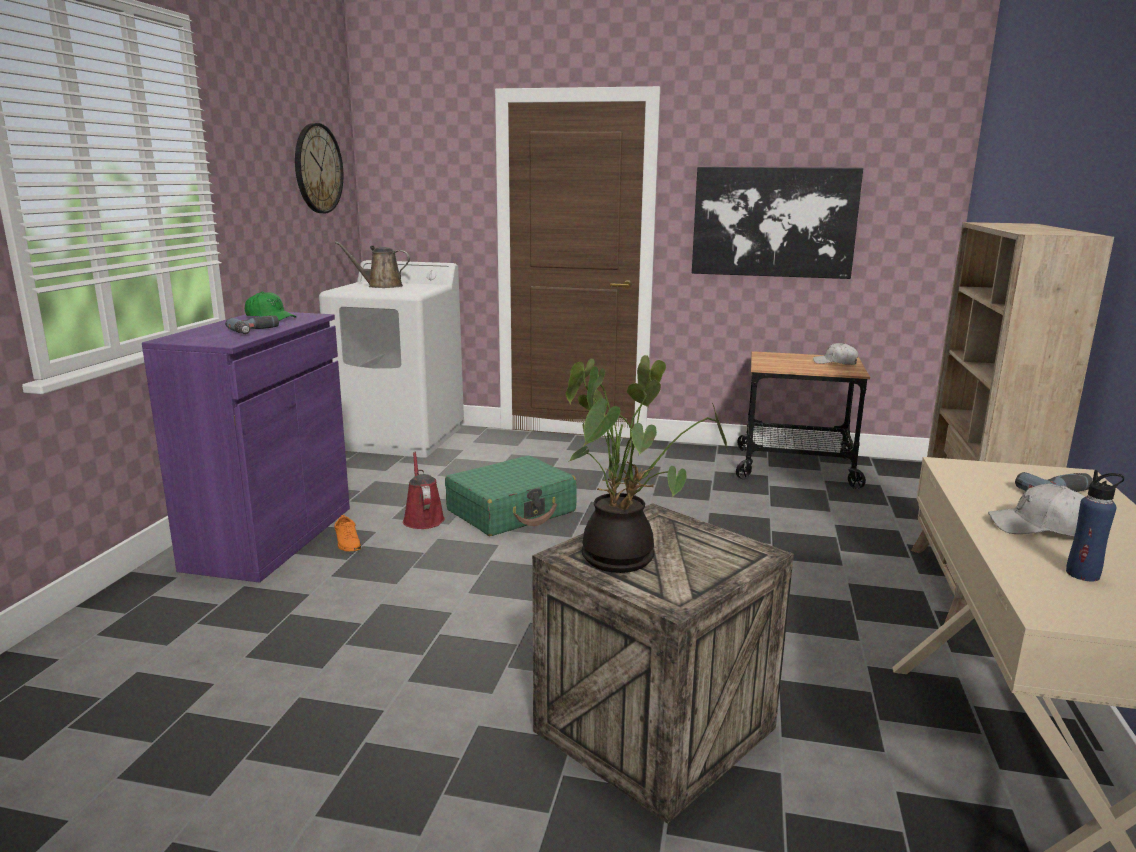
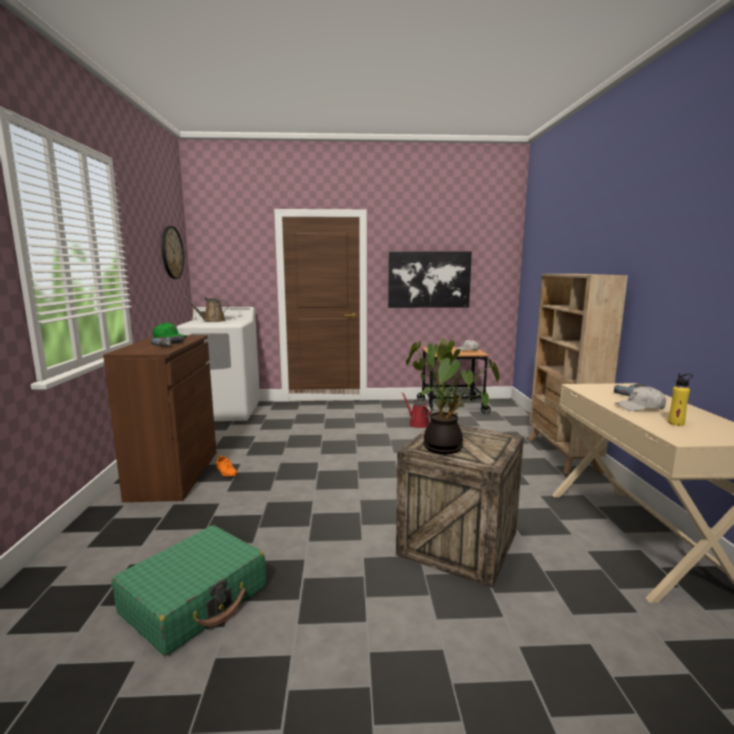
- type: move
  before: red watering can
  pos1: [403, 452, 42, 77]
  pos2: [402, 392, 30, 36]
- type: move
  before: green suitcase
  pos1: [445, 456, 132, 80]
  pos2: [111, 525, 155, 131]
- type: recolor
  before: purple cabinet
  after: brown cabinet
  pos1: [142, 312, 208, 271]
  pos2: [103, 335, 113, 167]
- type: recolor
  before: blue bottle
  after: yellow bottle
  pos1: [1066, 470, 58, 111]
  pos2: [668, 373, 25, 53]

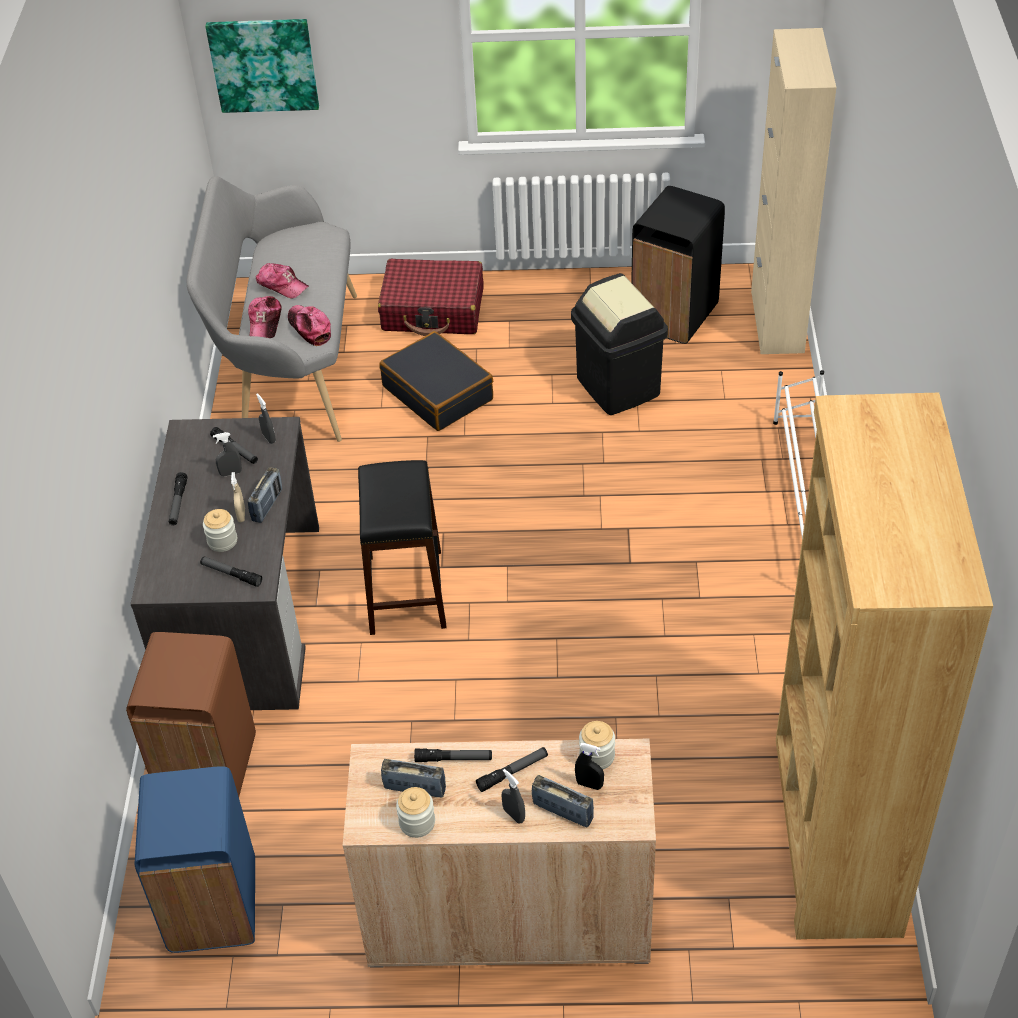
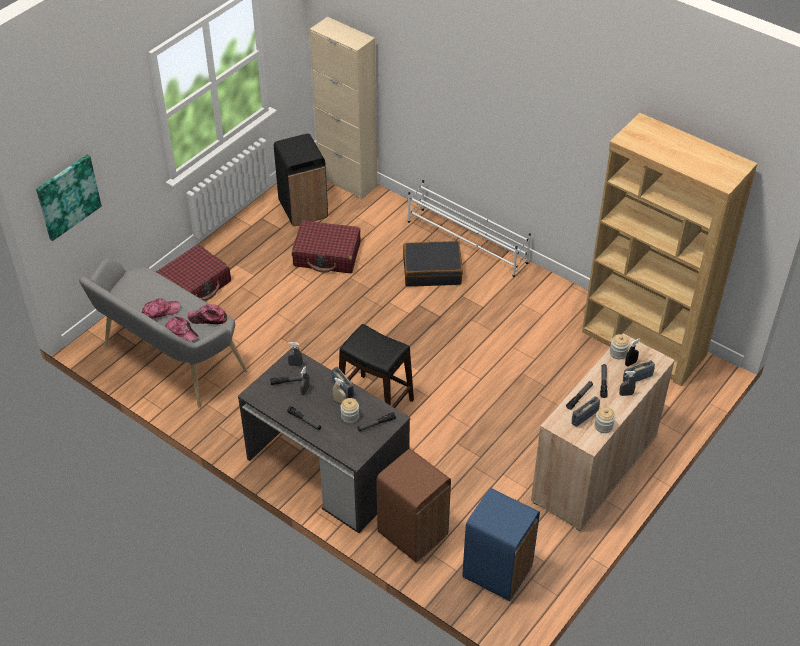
- type: move
  before: black suitcase
  pos1: [380, 331, 113, 100]
  pos2: [403, 241, 60, 46]
- type: replace
  before: black trash can
  after: red suitcase
  pos1: [571, 273, 97, 142]
  pos2: [292, 220, 69, 53]

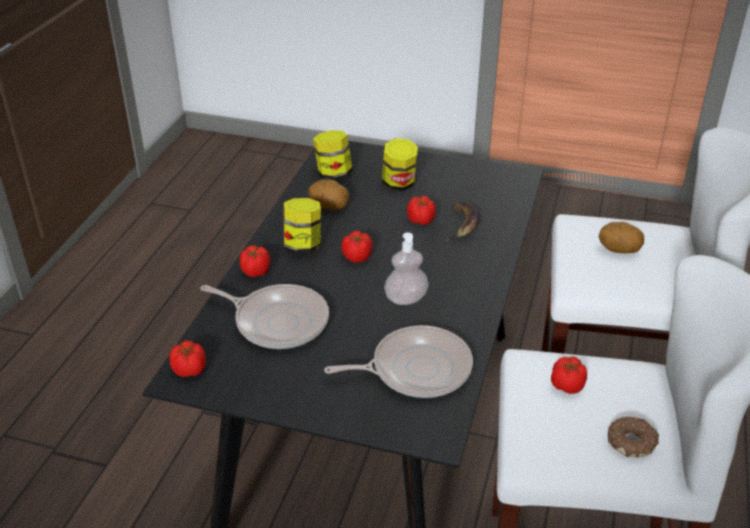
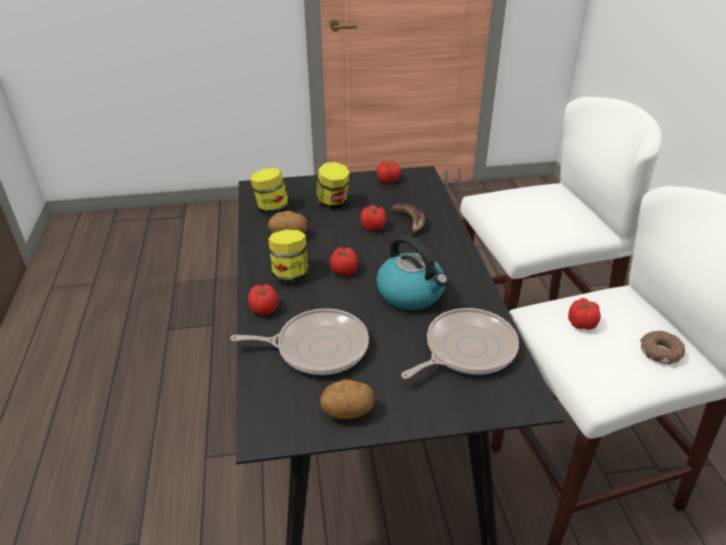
- type: move
  before: tomato
  pos1: [169, 340, 37, 37]
  pos2: [377, 161, 24, 22]
- type: move
  before: potato
  pos1: [599, 222, 45, 31]
  pos2: [320, 379, 55, 40]
- type: replace
  before: soap dispenser
  after: kettle
  pos1: [384, 233, 45, 72]
  pos2: [376, 235, 72, 75]

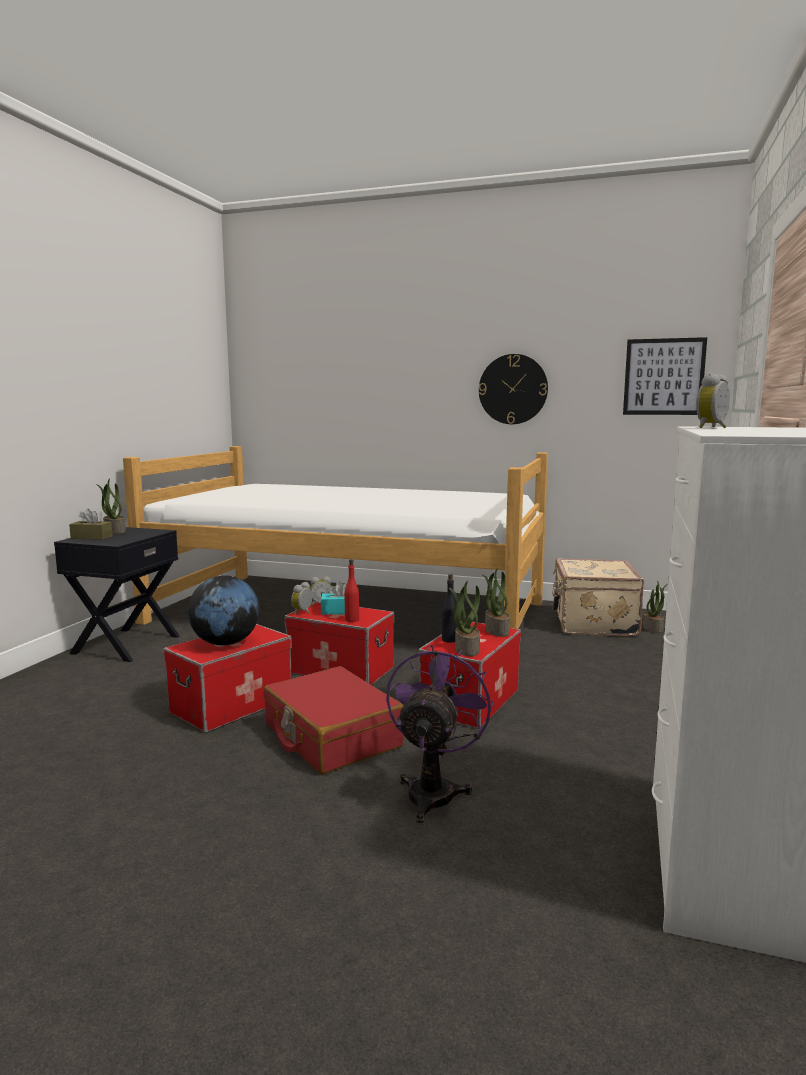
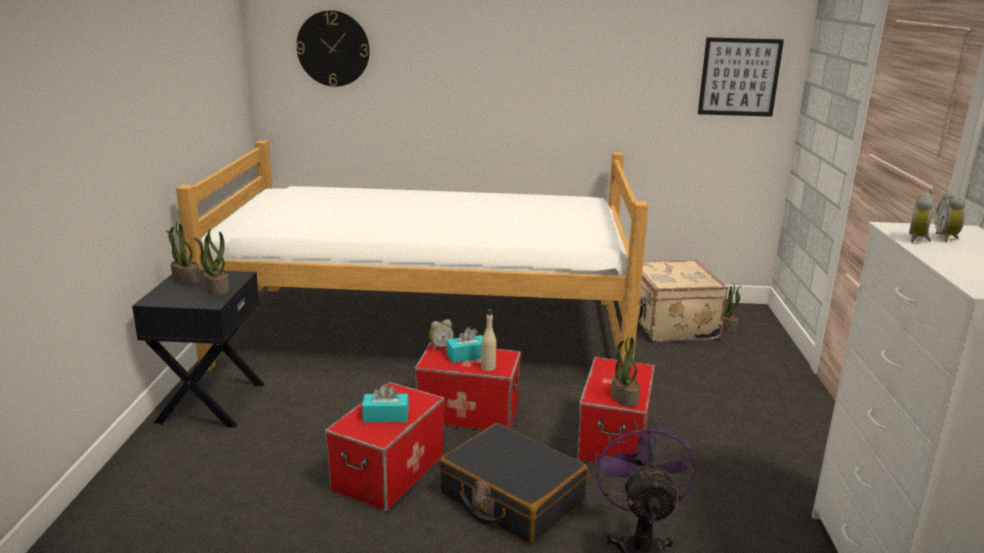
- type: delete
  before: brown tissue box
  pos1: [69, 509, 44, 31]
- type: delete
  before: black bottle
  pos1: [442, 574, 15, 69]
- type: move
  before: alarm clock
  pos1: [291, 582, 21, 33]
  pos2: [935, 191, 31, 51]
- type: move
  before: wall clock
  pos1: [479, 354, 69, 70]
  pos2: [296, 10, 74, 77]
- type: move
  before: potted plant
  pos1: [482, 567, 28, 70]
  pos2: [193, 229, 37, 67]
- type: replace
  before: globe
  after: turquoise tissue box
  pos1: [188, 575, 71, 71]
  pos2: [362, 384, 47, 38]
- type: recolor
  before: red suitcase
  after: black suitcase
  pos1: [263, 666, 141, 108]
  pos2: [439, 423, 149, 122]
- type: recolor
  before: red bottle
  after: beige bottle
  pos1: [345, 559, 14, 63]
  pos2: [481, 309, 16, 62]

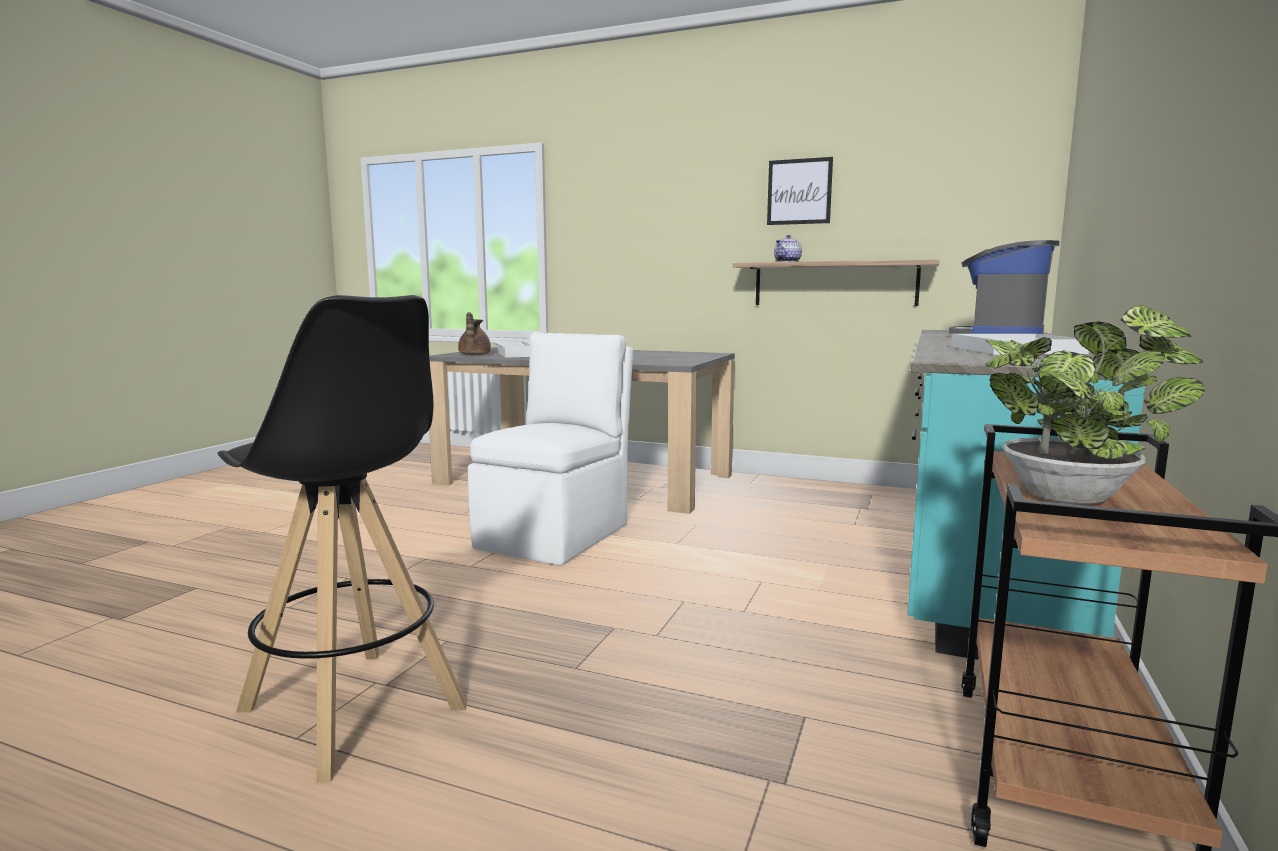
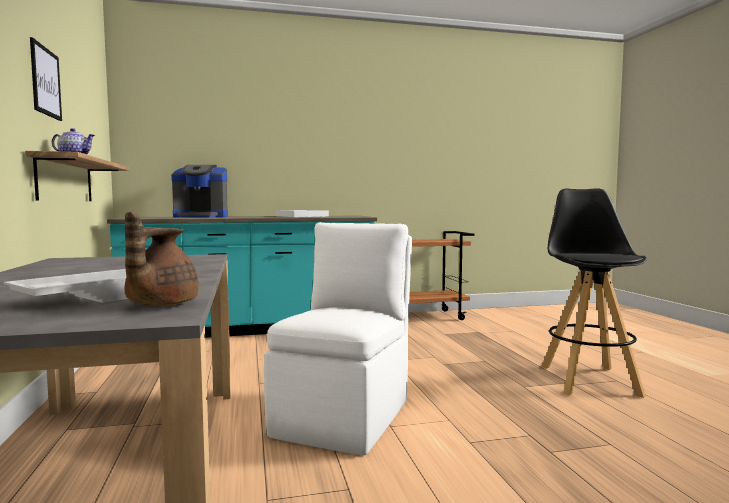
- type: delete
  before: potted plant
  pos1: [985, 305, 220, 199]
- type: rotate
  before: brown teapot
  pos1: [458, 312, 33, 43]
  pos2: [124, 212, 75, 94]
  turn: 135
- type: rotate
  before: white chair
  pos1: [468, 332, 165, 233]
  pos2: [264, 222, 148, 233]
  turn: 120

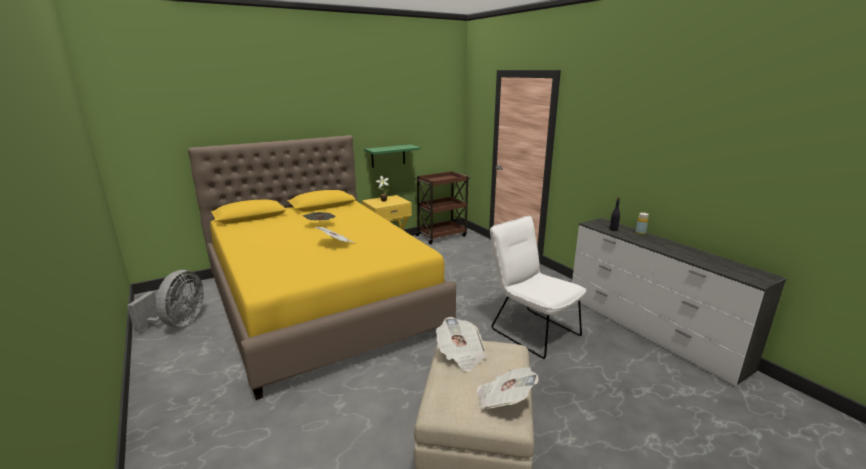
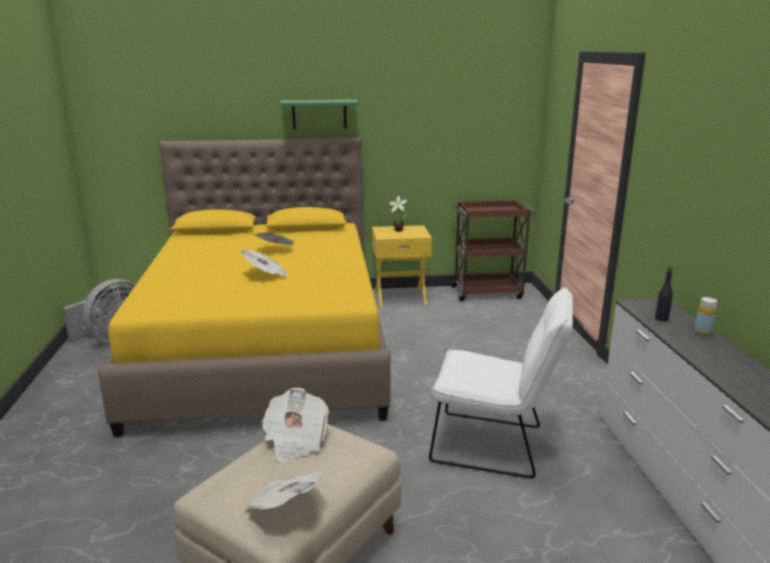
- type: move
  before: green shelf
  pos1: [364, 144, 57, 24]
  pos2: [280, 99, 79, 30]
- type: rotate
  before: white chair
  pos1: [490, 216, 96, 143]
  pos2: [429, 287, 144, 191]
  turn: 120

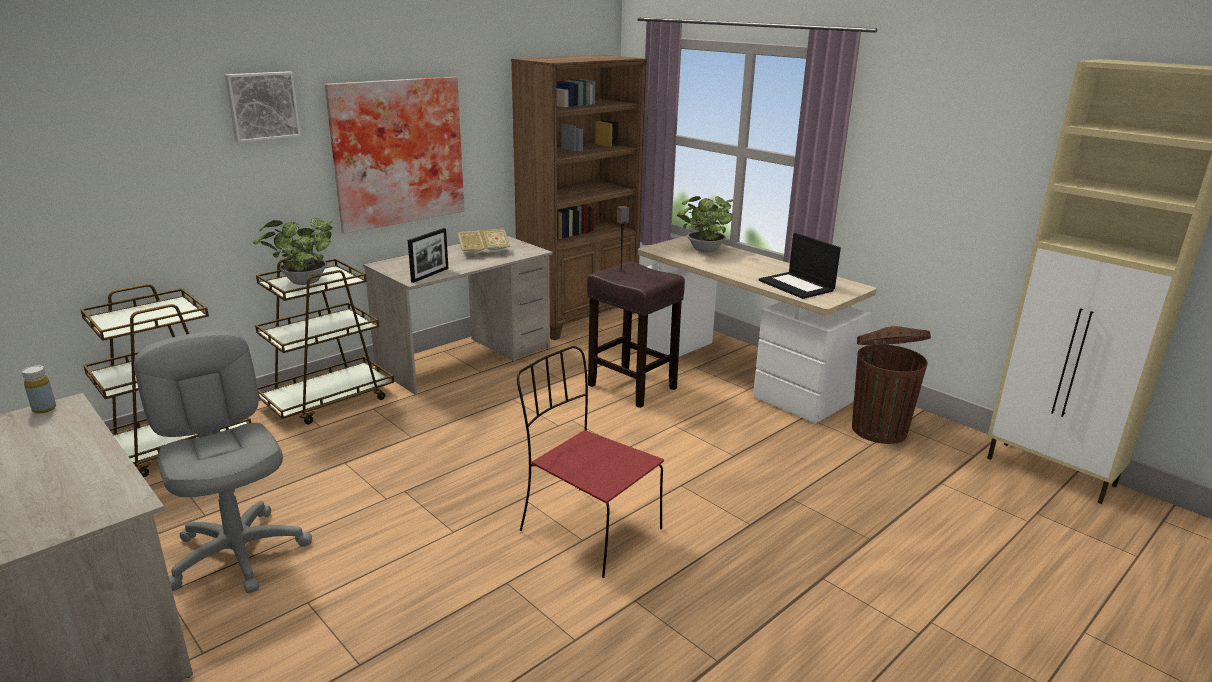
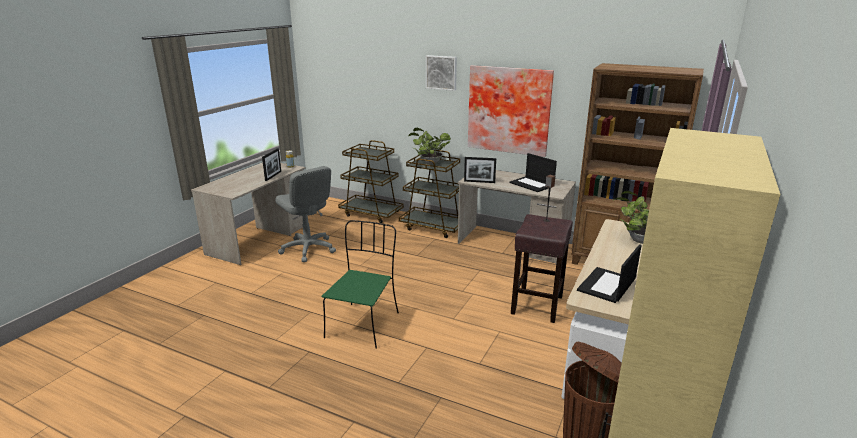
- type: insert
  after: picture frame
  pos2: [262, 149, 19, 32]
- type: replace
  before: book
  after: laptop
  pos1: [457, 229, 53, 28]
  pos2: [509, 153, 48, 39]
- type: recolor
  before: red chair
  after: green chair
  pos1: [517, 346, 147, 232]
  pos2: [322, 220, 77, 129]
- type: rotate
  before: grey office chair
  pos1: [134, 331, 178, 262]
  pos2: [275, 166, 61, 96]
  turn: 105

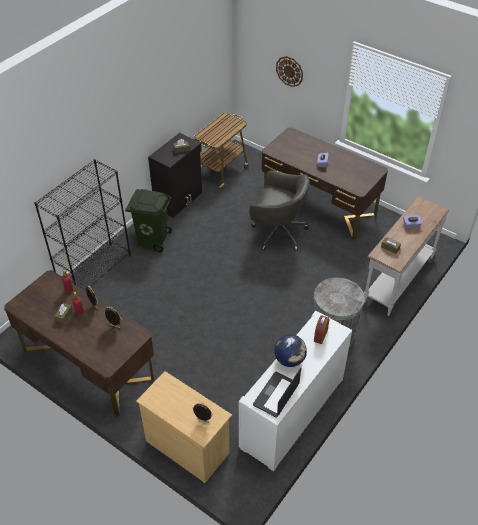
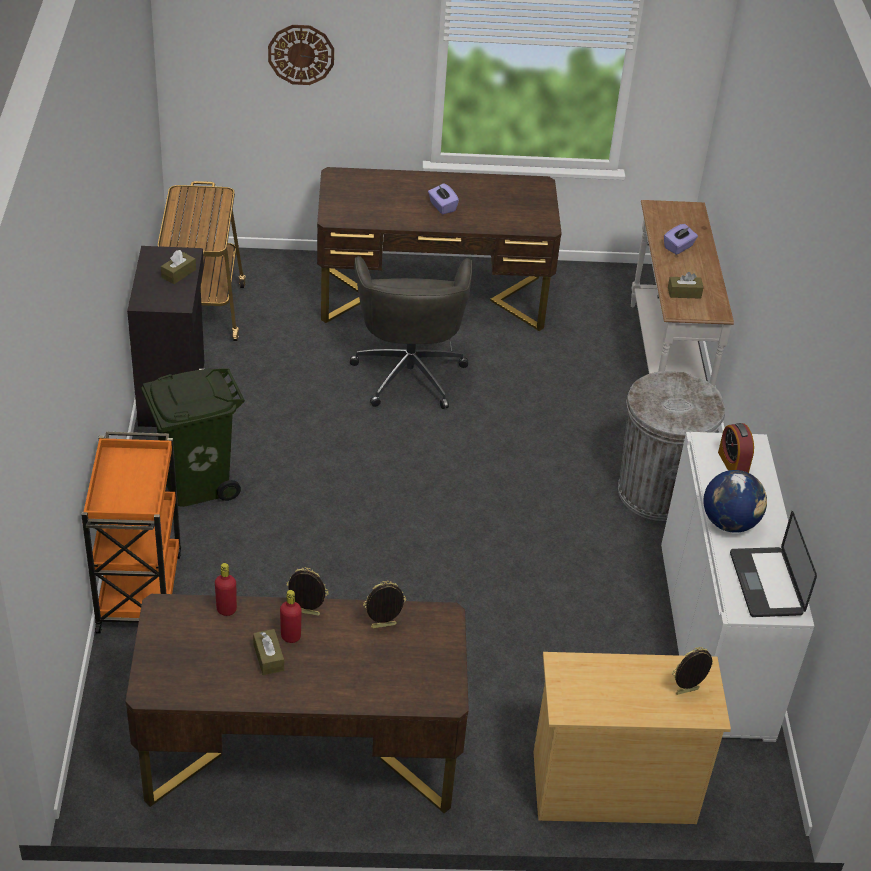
- type: replace
  before: black bookcase
  after: orange cart
  pos1: [34, 159, 97, 132]
  pos2: [81, 432, 100, 202]
- type: rotate
  before: grey office chair
  pos1: [249, 170, 61, 81]
  pos2: [350, 256, 122, 153]
  turn: 105

